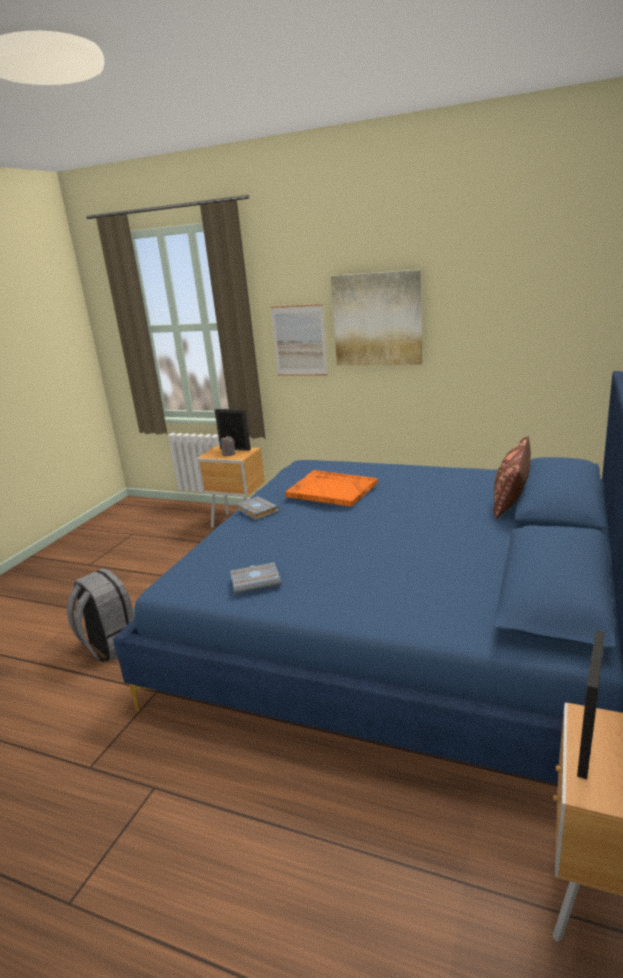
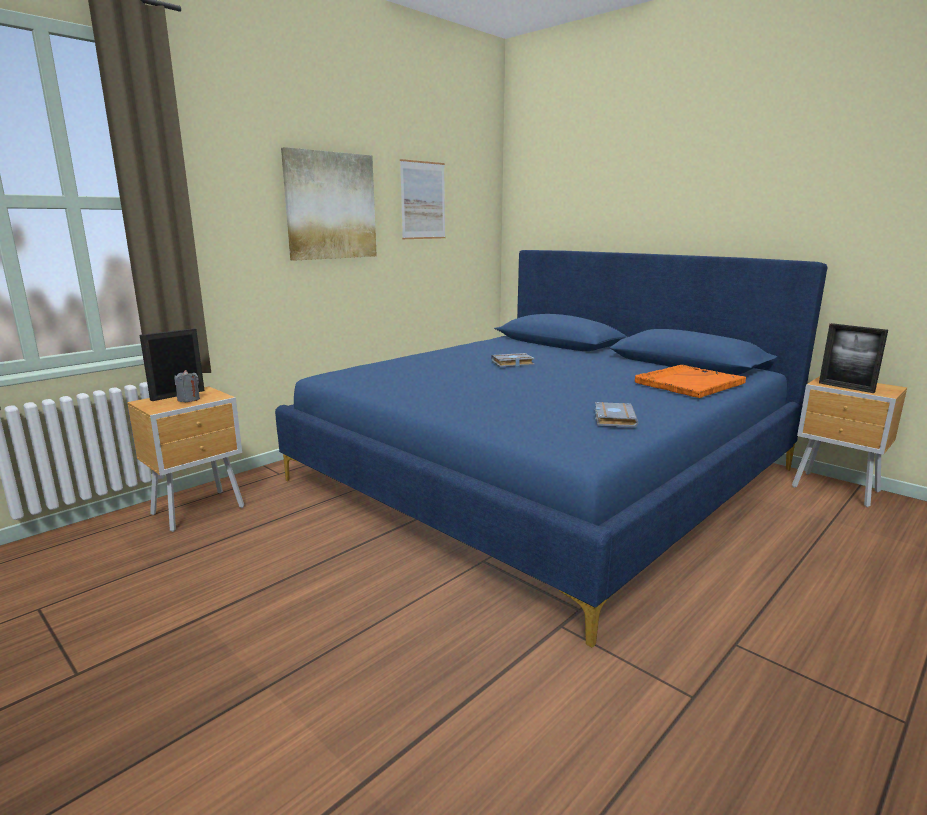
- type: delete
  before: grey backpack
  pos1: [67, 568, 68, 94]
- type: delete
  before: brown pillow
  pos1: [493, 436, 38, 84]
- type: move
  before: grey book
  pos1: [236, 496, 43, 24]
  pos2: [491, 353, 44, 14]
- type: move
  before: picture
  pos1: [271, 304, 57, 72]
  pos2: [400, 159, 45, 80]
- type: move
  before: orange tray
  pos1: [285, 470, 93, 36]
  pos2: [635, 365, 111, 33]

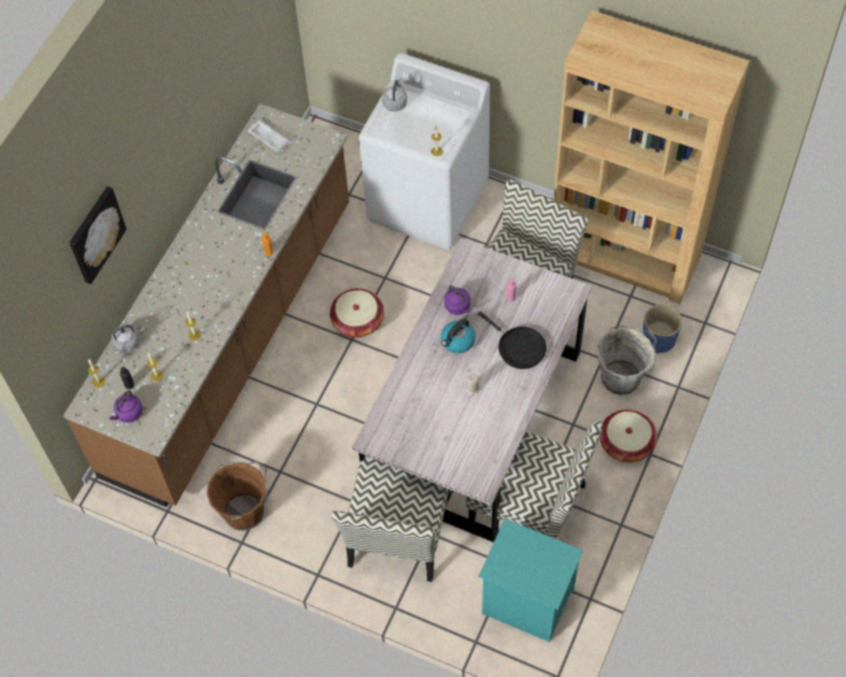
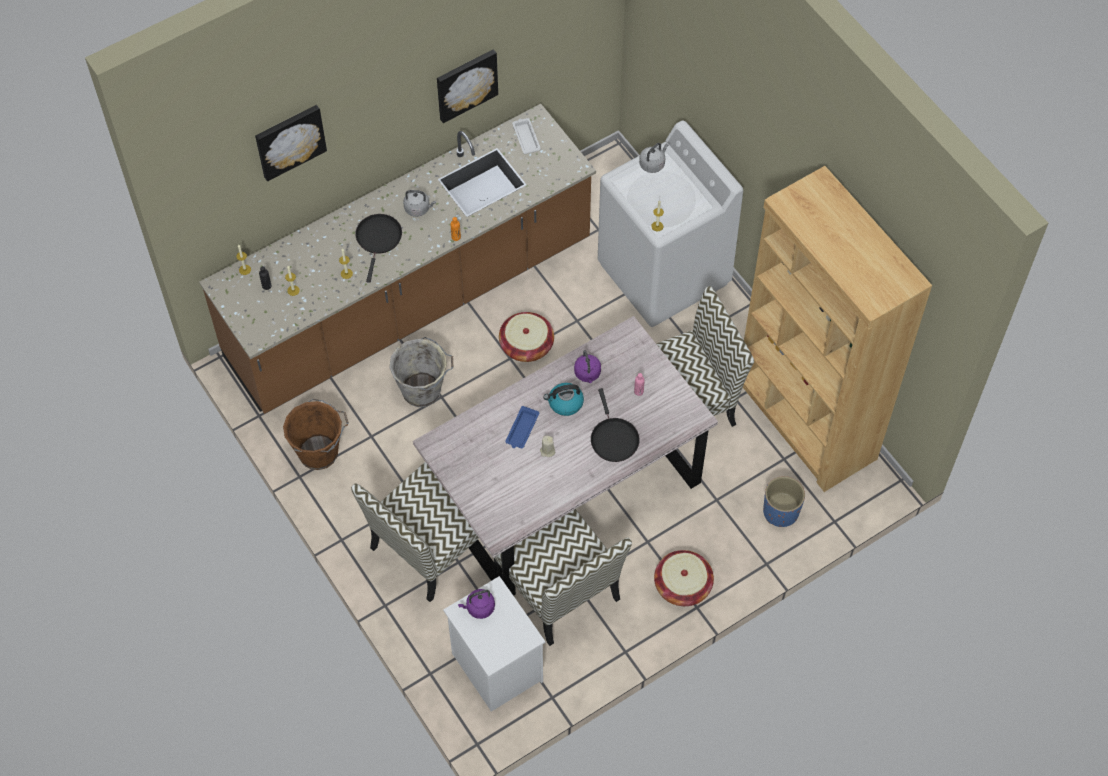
- type: insert
  after: black frying pan
  pos2: [355, 214, 47, 69]
- type: insert
  after: picture
  pos2: [437, 49, 61, 74]
- type: insert
  after: blue tray
  pos2: [505, 406, 34, 43]
- type: move
  before: purple kettle
  pos1: [109, 391, 34, 32]
  pos2: [458, 589, 37, 30]
- type: move
  before: grey kettle
  pos1: [111, 325, 34, 28]
  pos2: [403, 190, 33, 27]
- type: move
  before: grey bucket
  pos1: [597, 326, 60, 69]
  pos2: [389, 337, 64, 70]
- type: recolor
  before: turquoise nightstand
  after: white nightstand
  pos1: [479, 519, 104, 123]
  pos2: [443, 576, 102, 136]

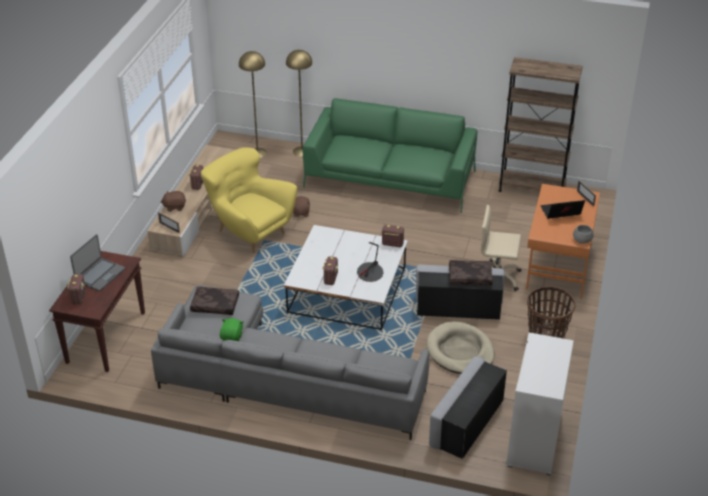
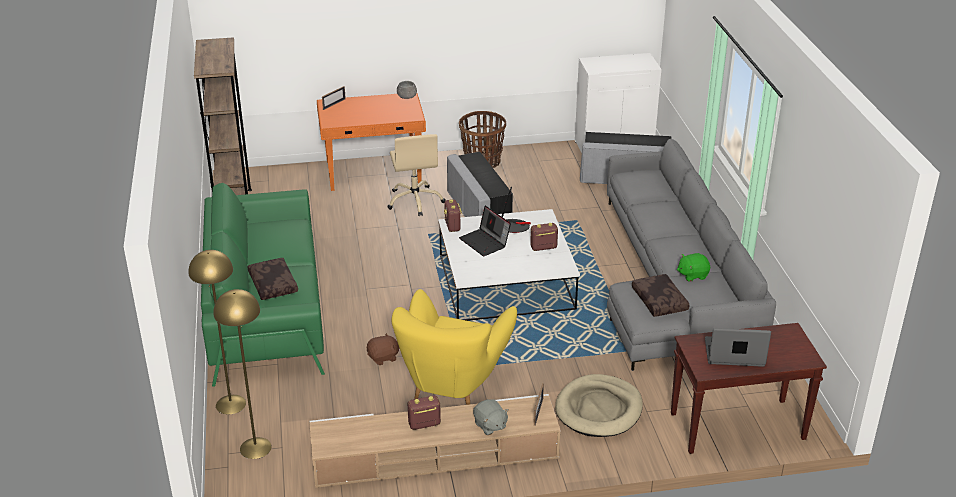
- type: delete
  before: radio
  pos1: [67, 274, 19, 31]
- type: move
  before: beige dog bed
  pos1: [426, 321, 69, 53]
  pos2: [555, 374, 88, 63]
- type: move
  before: brown pillow
  pos1: [449, 260, 44, 25]
  pos2: [247, 258, 51, 42]
- type: move
  before: laptop
  pos1: [540, 200, 45, 19]
  pos2: [459, 206, 52, 50]
- type: recolor
  before: brown plush toy
  after: grey plush toy
  pos1: [161, 191, 25, 21]
  pos2: [473, 399, 36, 36]

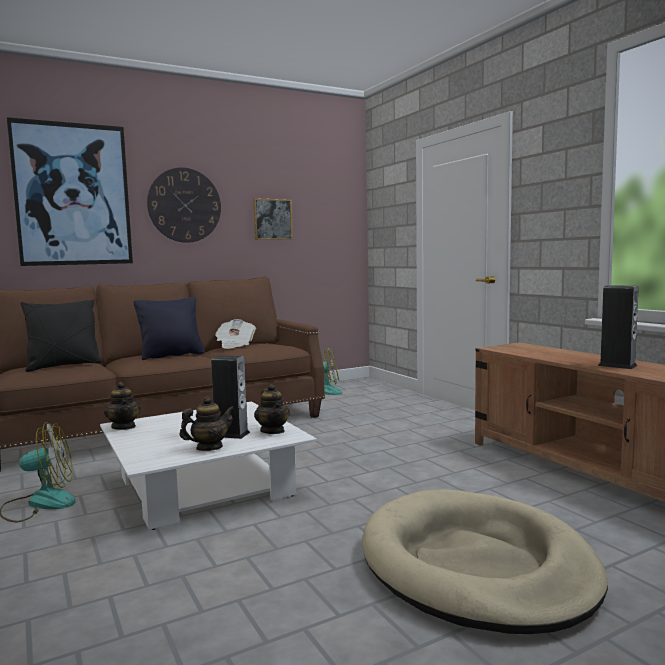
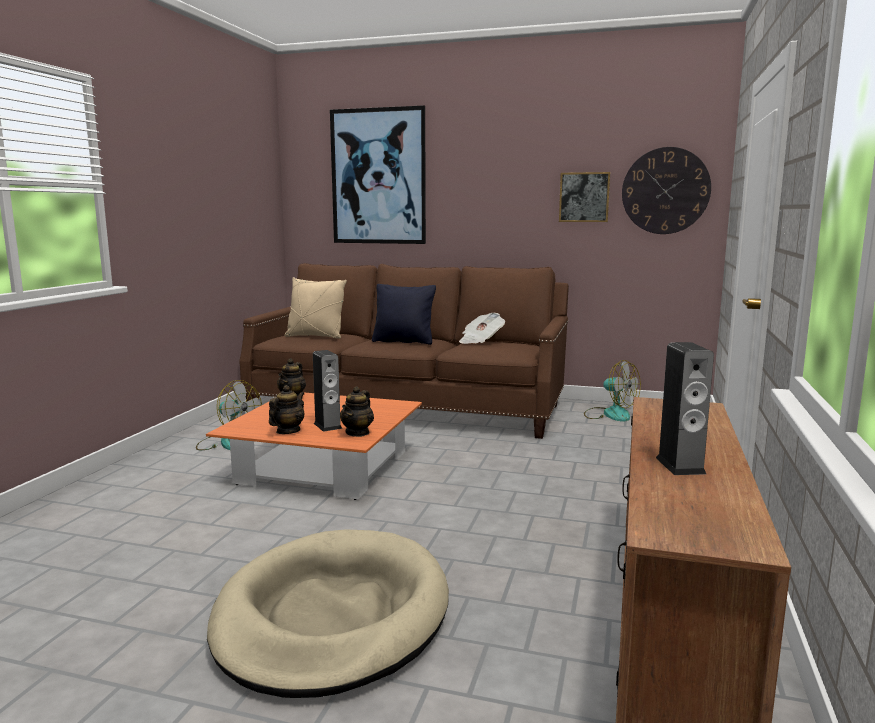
- type: move
  before: wall clock
  pos1: [147, 167, 74, 76]
  pos2: [622, 147, 89, 87]
- type: recolor
  before: black pillow
  after: beige pillow
  pos1: [21, 299, 81, 73]
  pos2: [285, 277, 62, 62]
- type: recolor
  before: white coffee table
  after: orange coffee table
  pos1: [100, 401, 217, 129]
  pos2: [206, 393, 216, 107]
- type: rotate
  before: teapot
  pos1: [179, 396, 56, 55]
  pos2: [269, 385, 36, 49]
  turn: -75

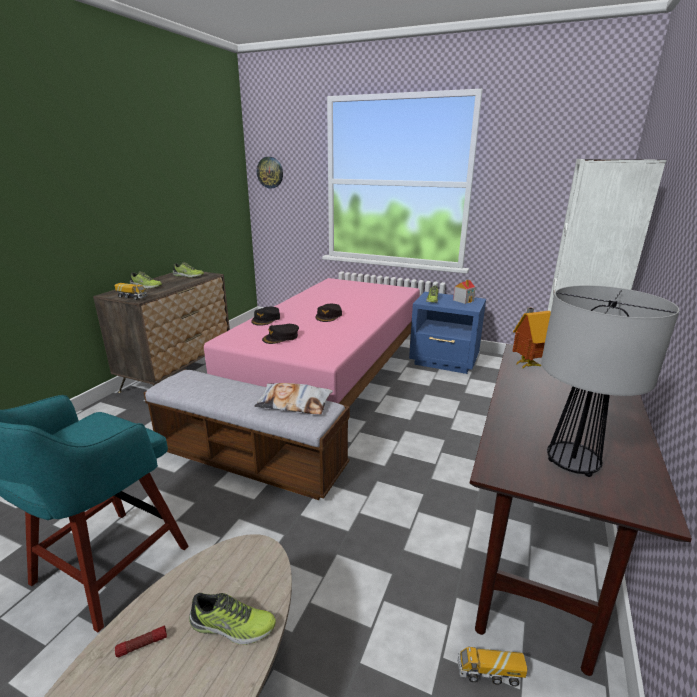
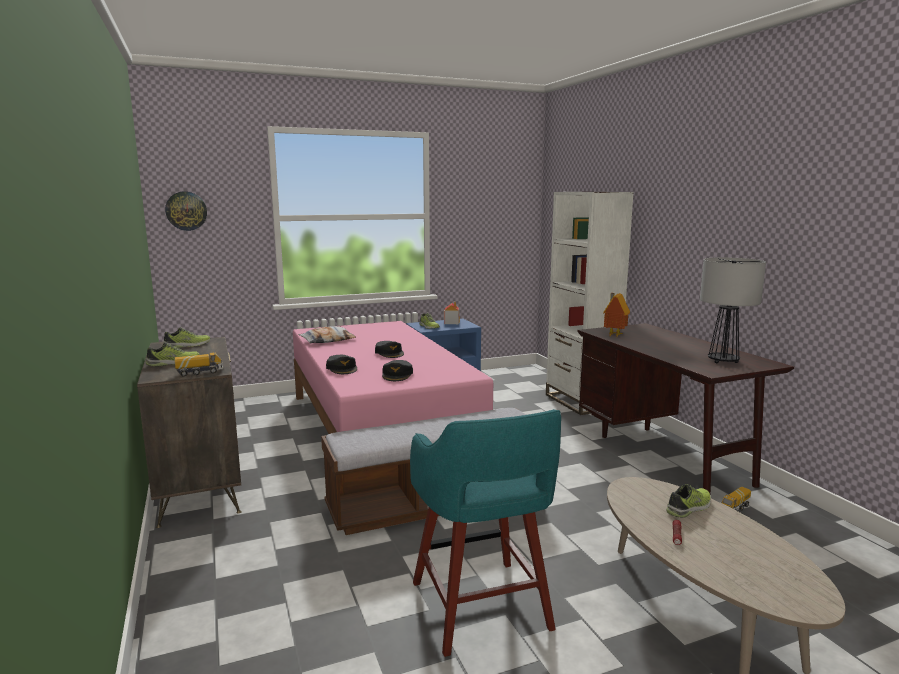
- type: move
  before: pillow
  pos1: [254, 383, 79, 31]
  pos2: [299, 326, 57, 18]

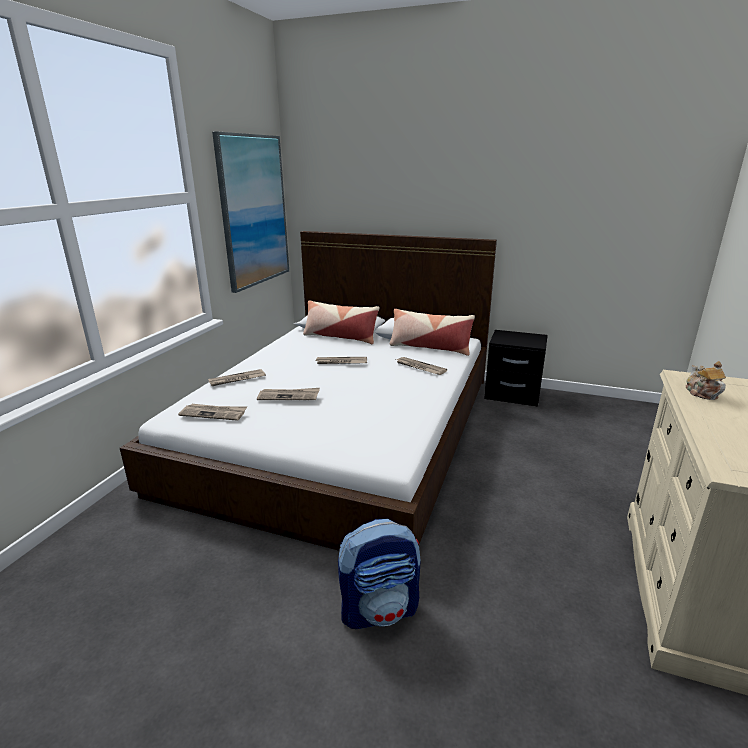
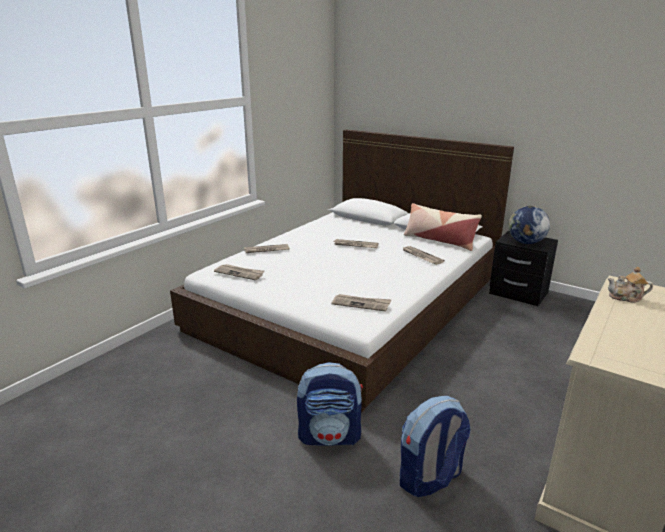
- type: delete
  before: picture
  pos1: [212, 131, 77, 162]
- type: delete
  before: pillow
  pos1: [303, 300, 76, 44]
- type: insert
  after: backpack
  pos2: [400, 396, 70, 101]
- type: insert
  after: globe
  pos2: [508, 206, 42, 38]
- type: move
  before: newspaper
  pos1: [257, 388, 63, 12]
  pos2: [332, 294, 60, 18]
- type: rotate
  before: teapot
  pos1: [686, 361, 40, 39]
  pos2: [608, 267, 45, 36]
  turn: -90

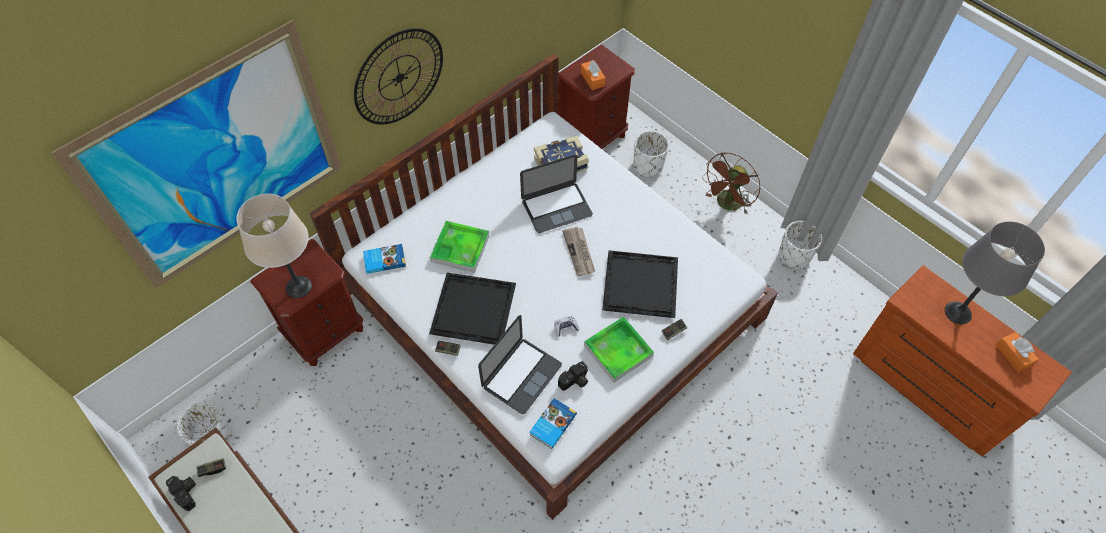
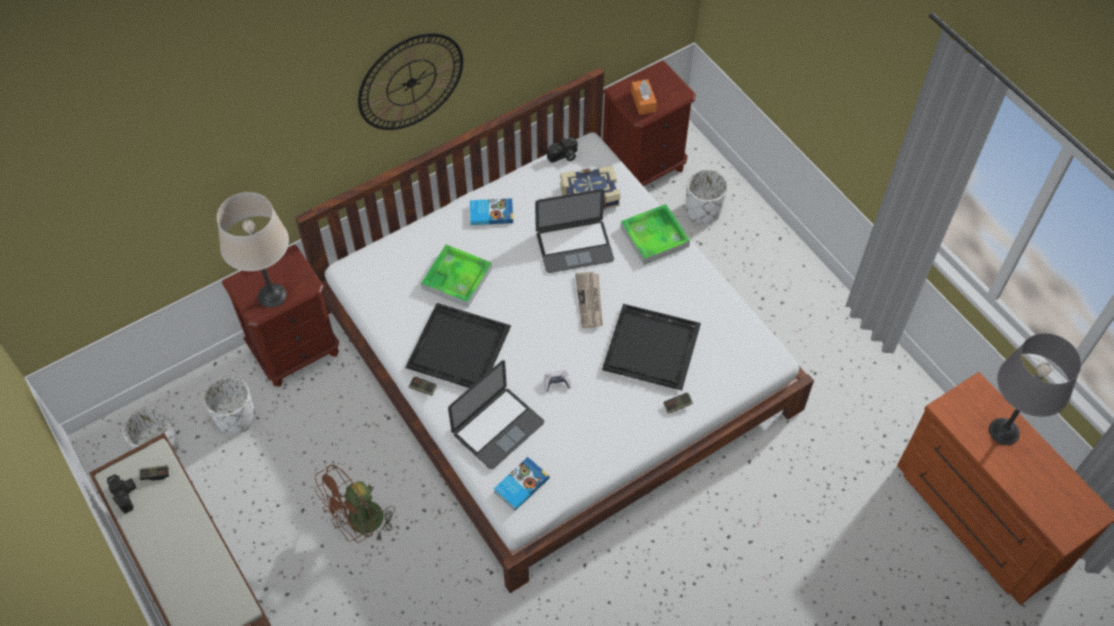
- type: delete
  before: picture
  pos1: [51, 20, 291, 268]
- type: delete
  before: orange tissue box
  pos1: [996, 332, 43, 40]
- type: move
  before: book
  pos1: [363, 244, 43, 30]
  pos2: [470, 198, 43, 27]
- type: move
  before: photo camera
  pos1: [558, 361, 30, 30]
  pos2: [547, 137, 31, 26]
- type: move
  before: tray
  pos1: [584, 316, 70, 66]
  pos2: [621, 204, 69, 61]
- type: move
  before: brown fan
  pos1: [702, 153, 59, 62]
  pos2: [315, 464, 80, 79]
- type: move
  before: white planter
  pos1: [779, 221, 43, 48]
  pos2: [203, 376, 52, 58]

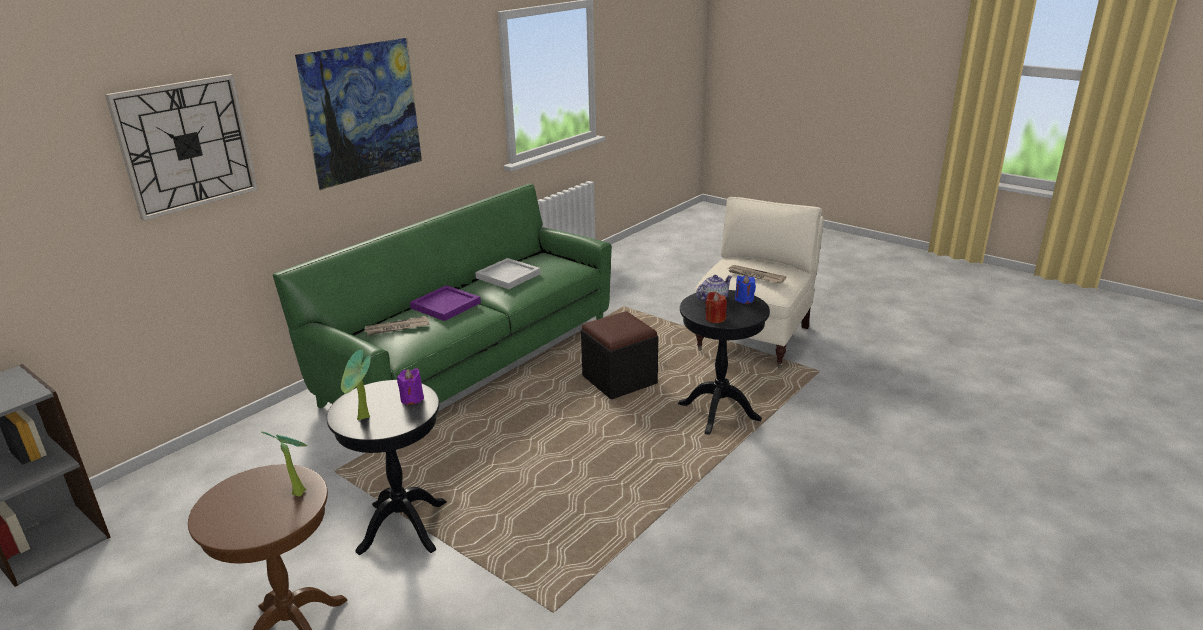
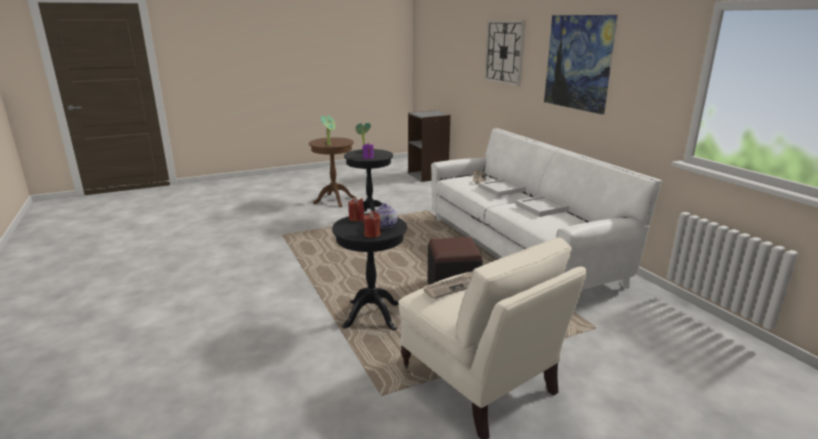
- type: recolor
  before: green sofa
  after: white sofa
  pos1: [273, 184, 339, 224]
  pos2: [431, 128, 231, 162]
- type: recolor
  before: purple tray
  after: white tray
  pos1: [410, 285, 71, 36]
  pos2: [478, 178, 48, 19]
- type: recolor
  before: blue candle
  after: red candle
  pos1: [735, 275, 21, 29]
  pos2: [363, 211, 18, 27]

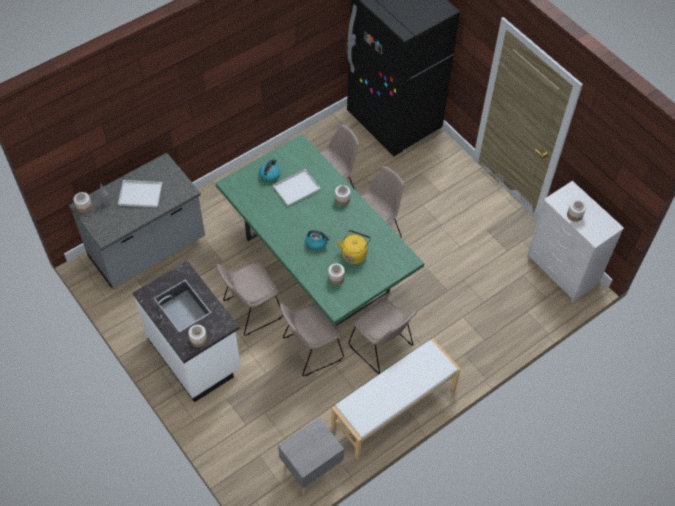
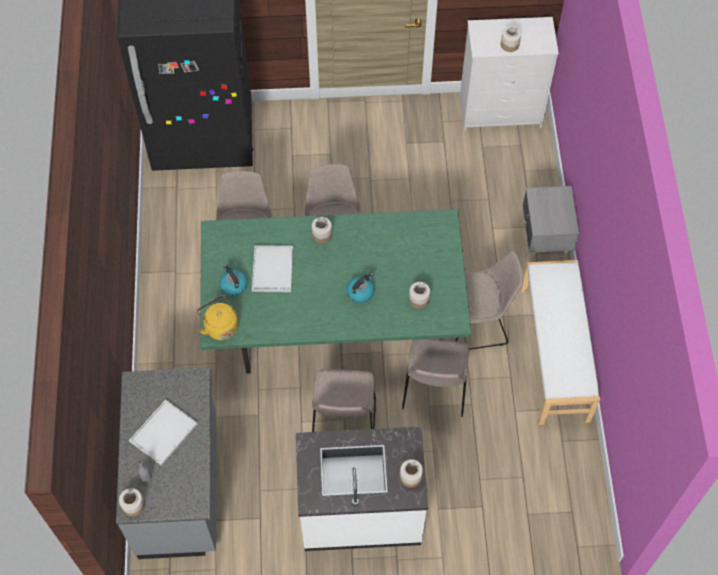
- type: move
  before: grey nightstand
  pos1: [278, 418, 66, 77]
  pos2: [522, 186, 57, 76]
- type: move
  before: yellow kettle
  pos1: [337, 230, 34, 34]
  pos2: [197, 295, 41, 45]

